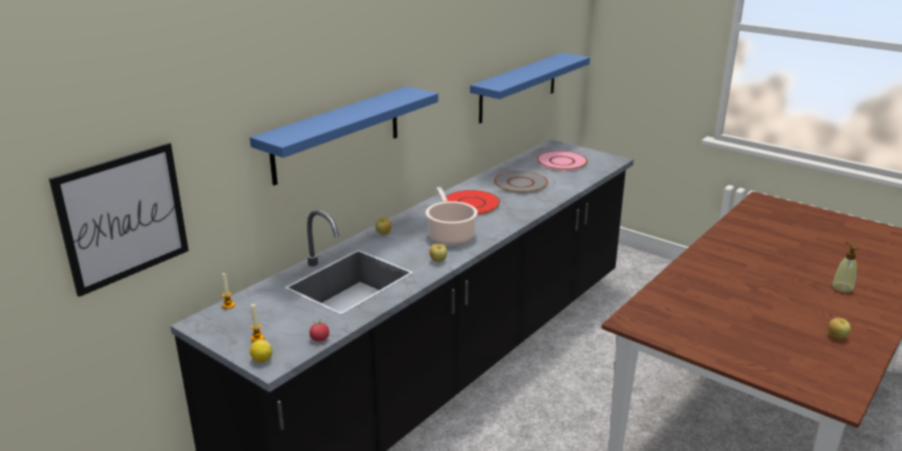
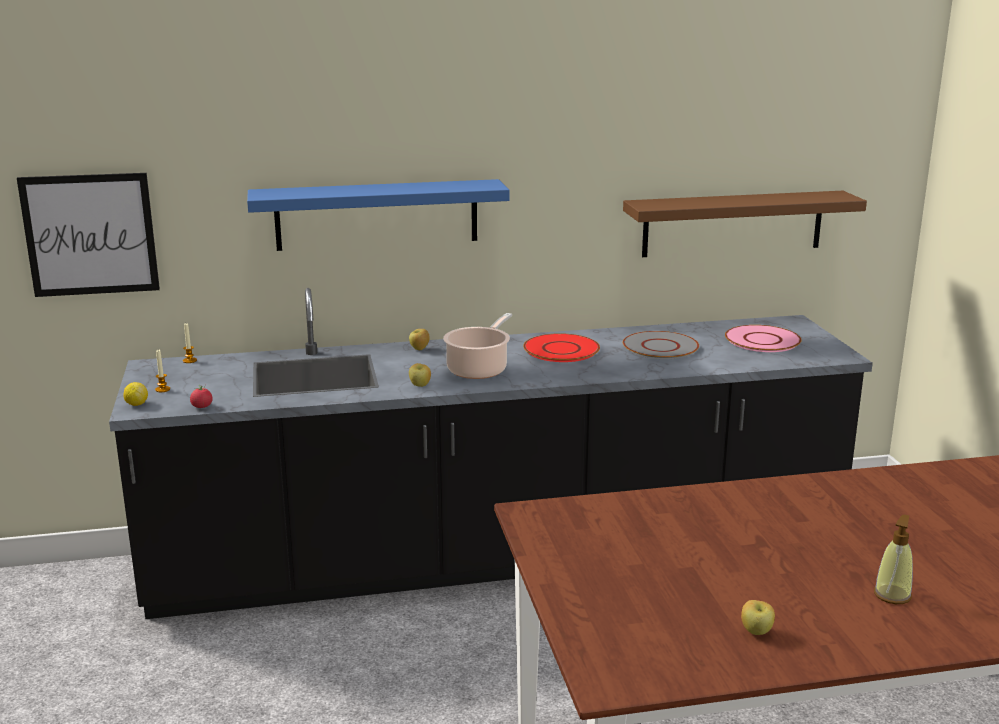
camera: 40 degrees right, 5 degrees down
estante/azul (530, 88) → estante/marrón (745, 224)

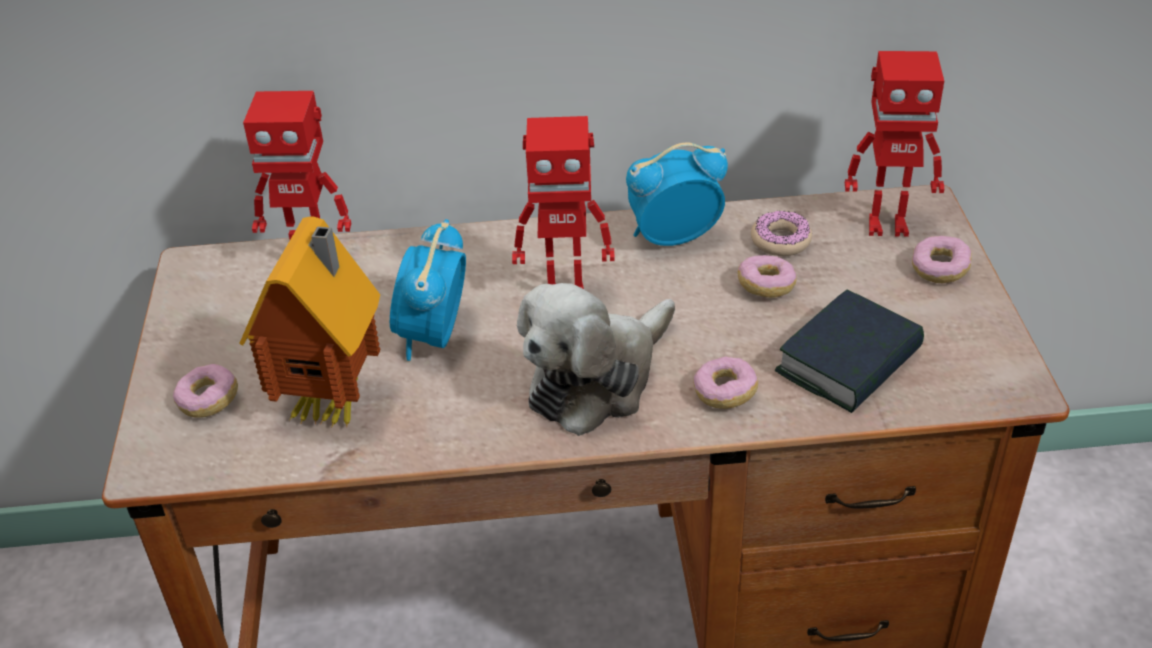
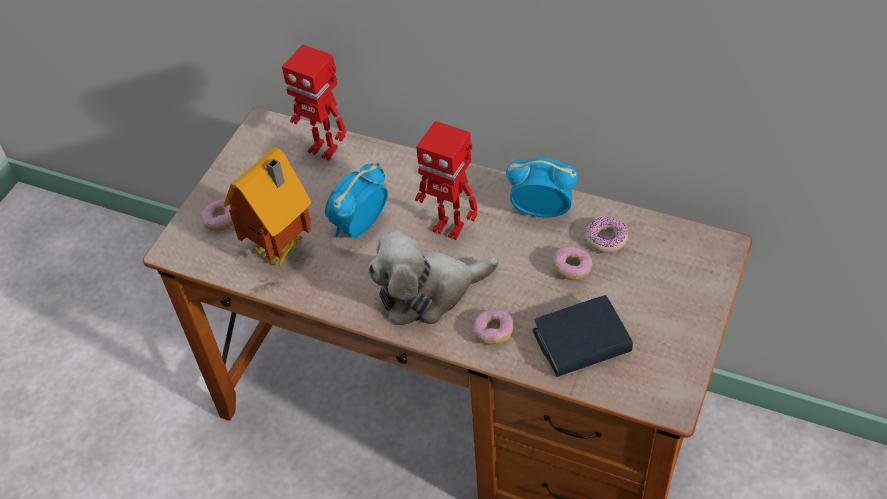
camera: 30 degrees right, 10 degrees up
robot de juguete (894, 144) → -
rosquilla (942, 259) → -

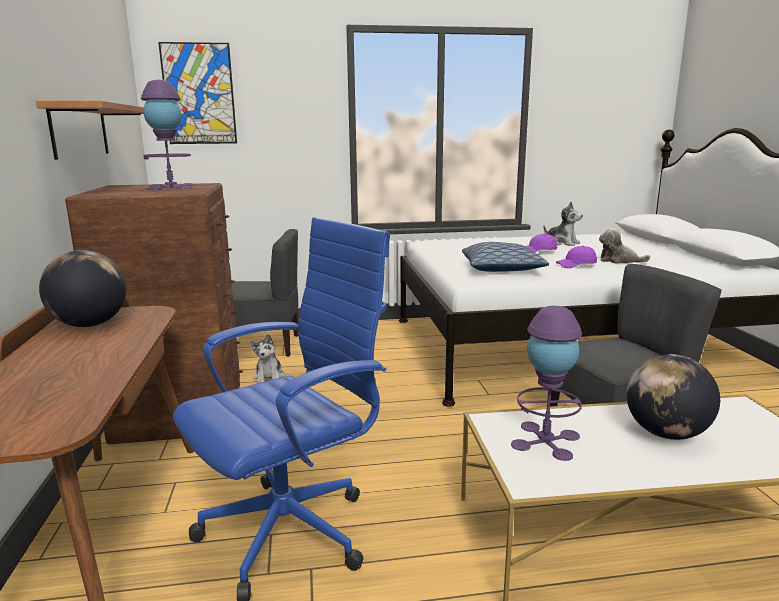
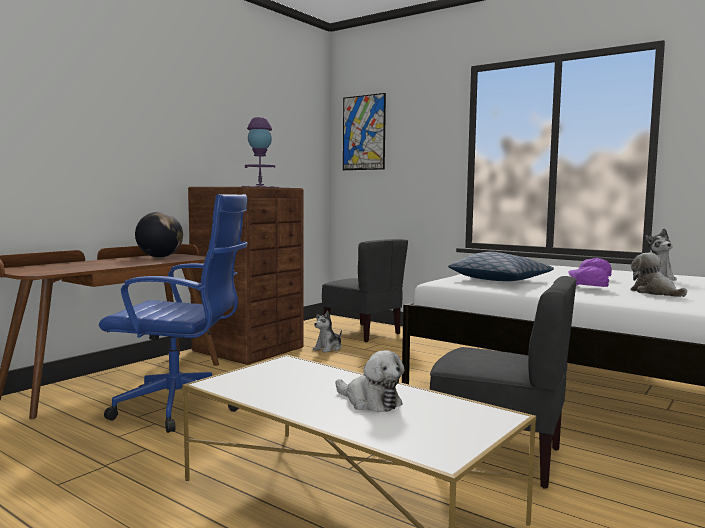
camera: 45 degrees right, 10 degrees down
globo terráqueo (673, 397) → peluche (370, 381)
estante (90, 130) → -
lámpara de mesa/morado (546, 383) → -

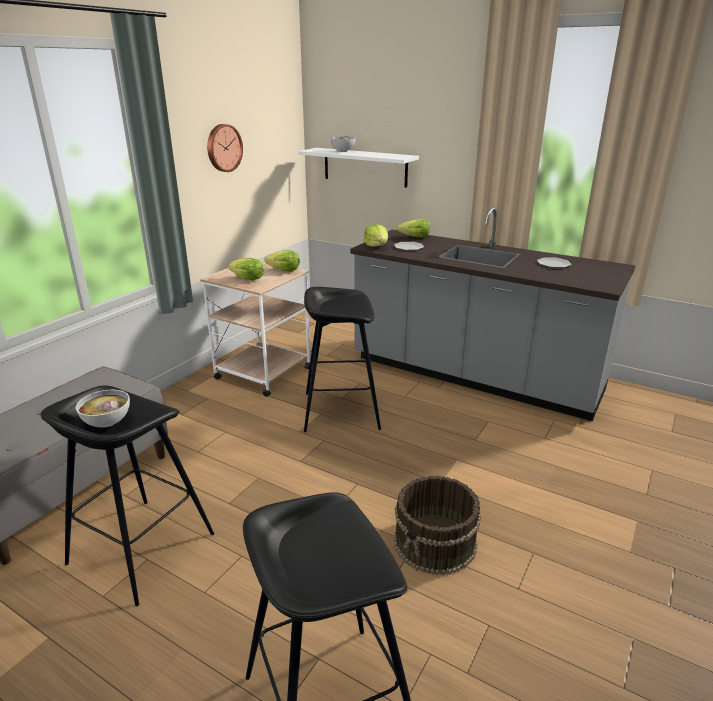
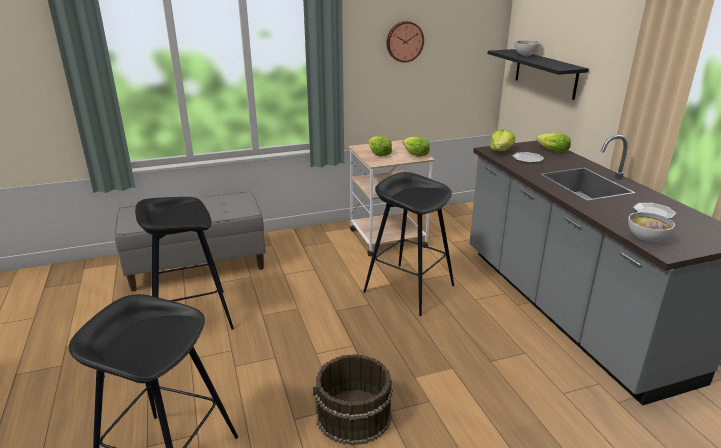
camera: 40 degrees right, 0 degrees up
estante/blanco (358, 168) → estante/negro (538, 74)
cuenco (103, 408) → cuenco (651, 227), moved

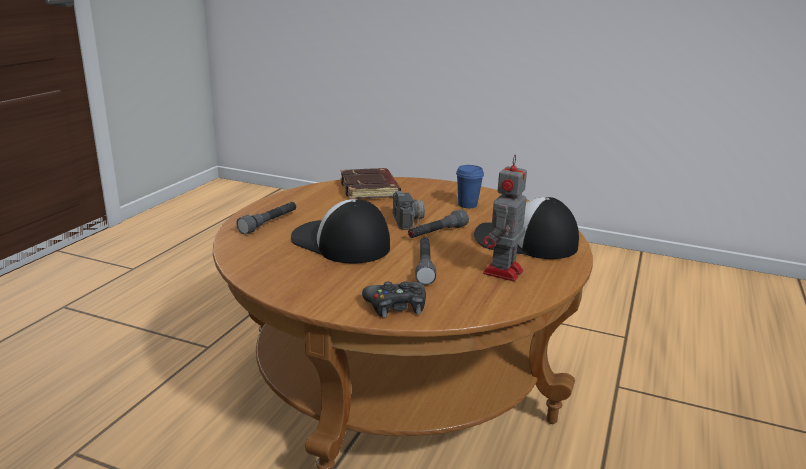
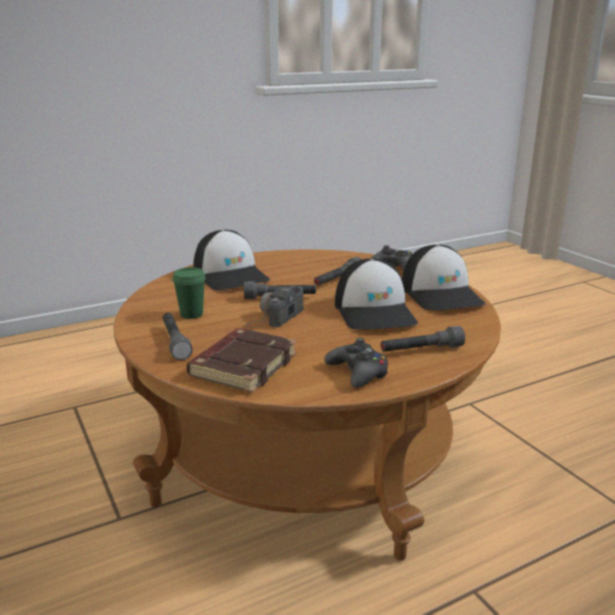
camera: 140 degrees left, 0 degrees up
- → linterna/gris (178, 336)
taza/azul (470, 186) → taza/verde (189, 293)
- → mando de consola/negro (356, 363)
- → gorra (444, 277)
robot de juguete (505, 218) → -

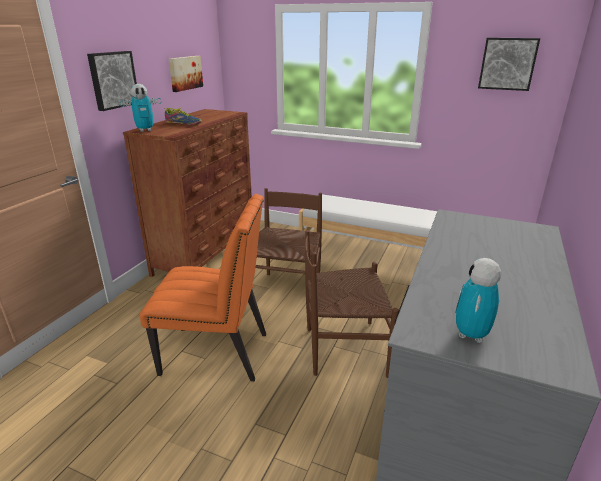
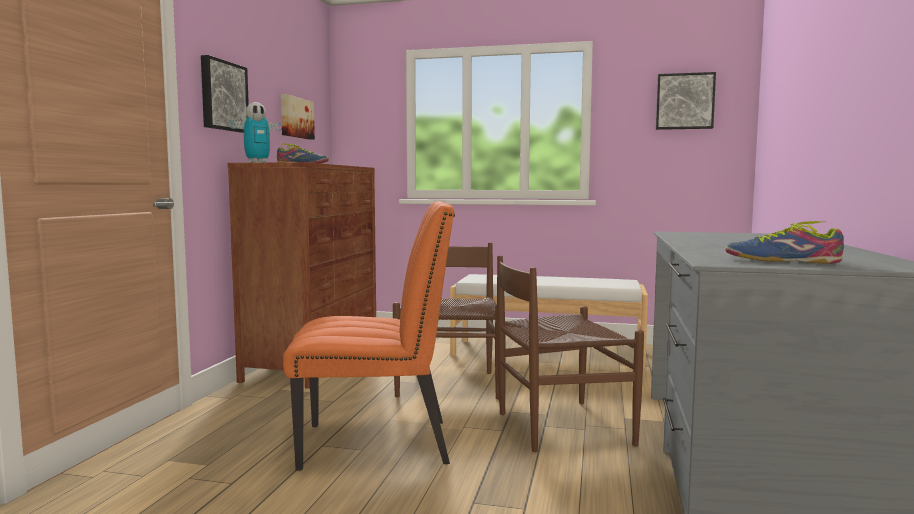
camera: 10 degrees left, 20 degrees down
robot de juguete (478, 300) → zapato (784, 242)

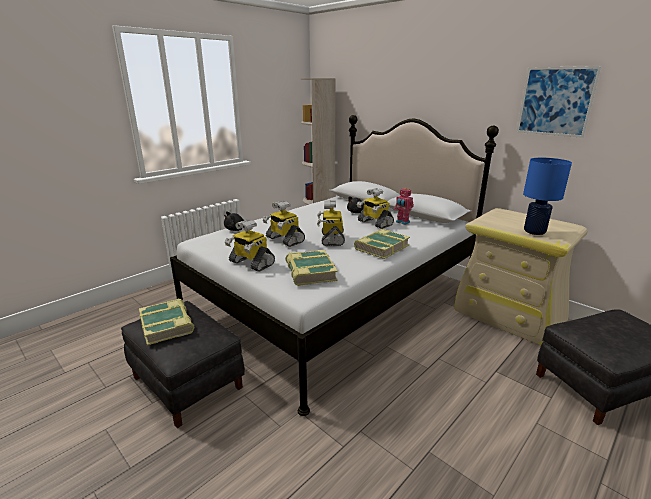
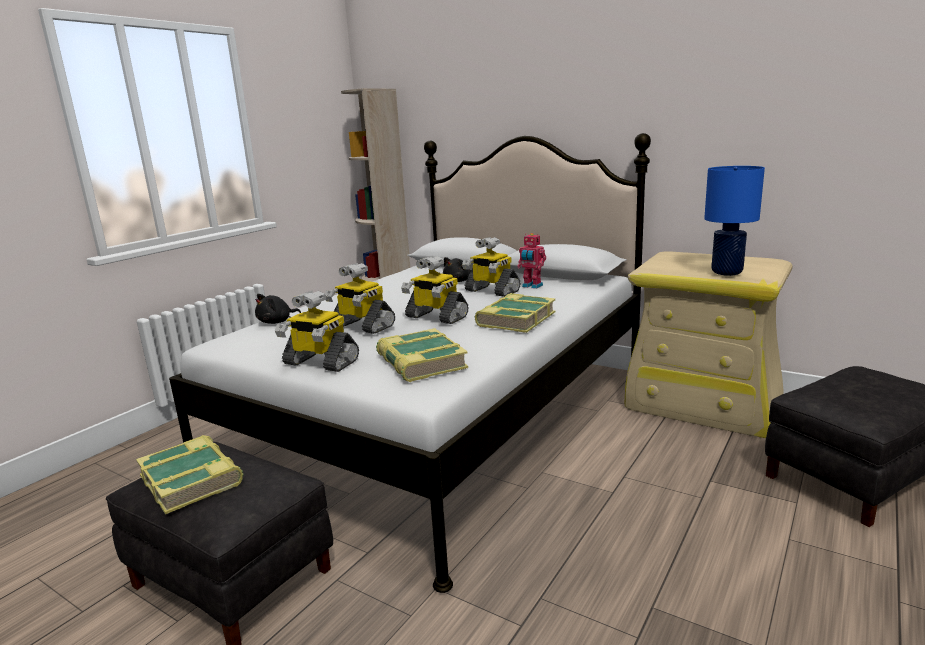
camera: 10 degrees left, 5 degrees down
robot de juguete (331, 223) → robot de juguete (435, 290), 45 degrees counterclockwise
cuadro (559, 102) → -

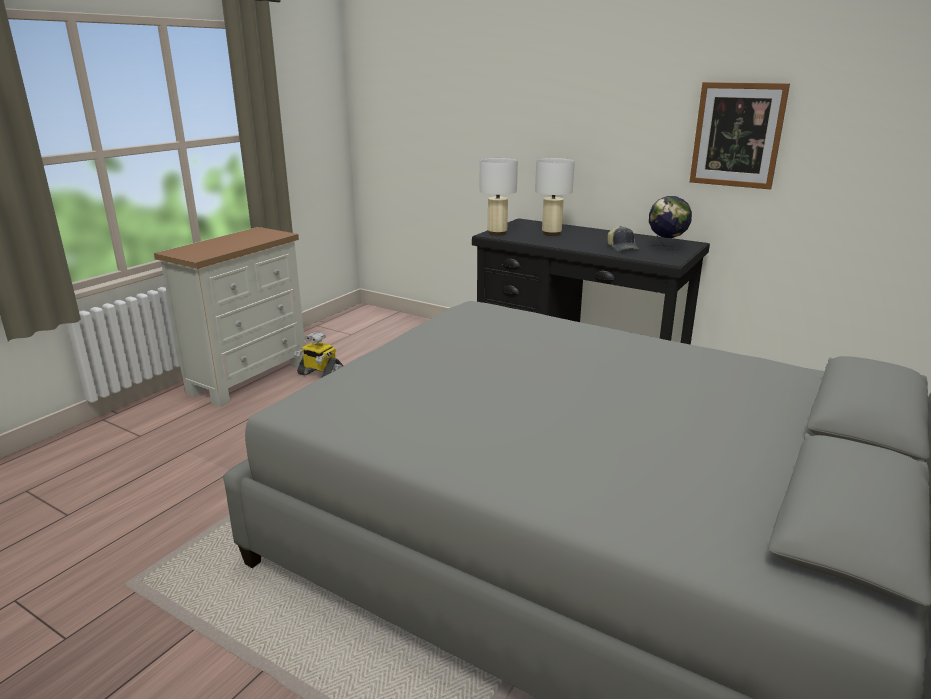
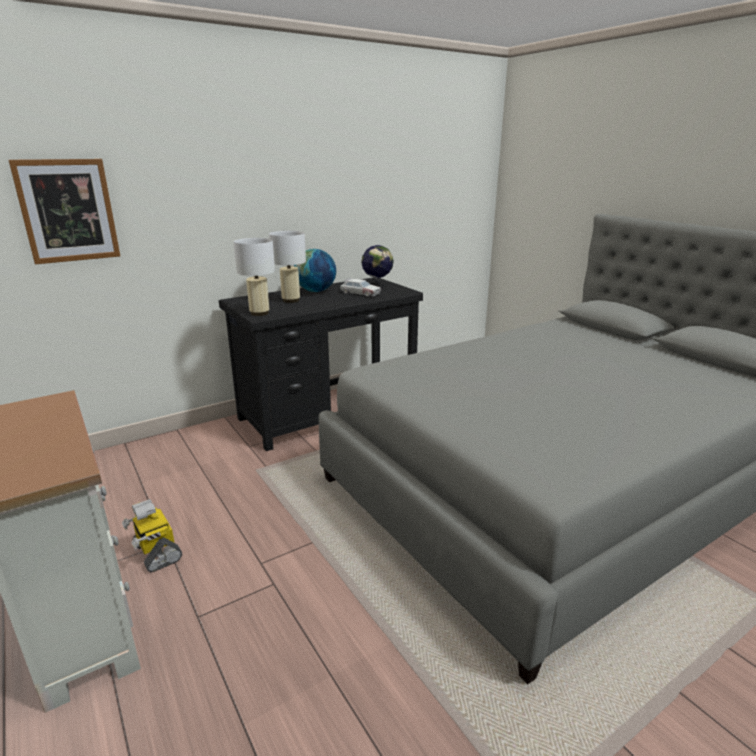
camera: 65 degrees left, 0 degrees up
cuadro (740, 135) → cuadro (64, 211), moved
robot de juguete (318, 354) → robot de juguete (152, 536), 90 degrees clockwise
- → globo terráqueo (315, 270)
gorra (623, 238) → coche de juguete (360, 287)

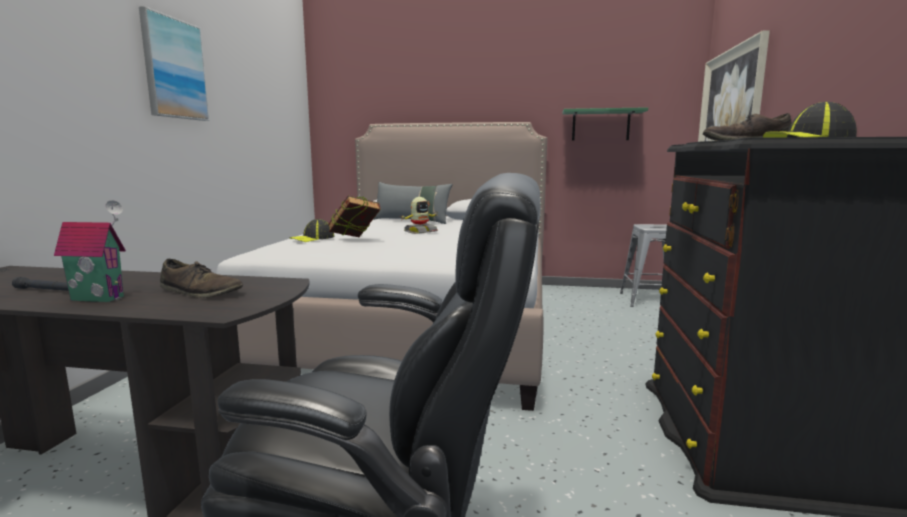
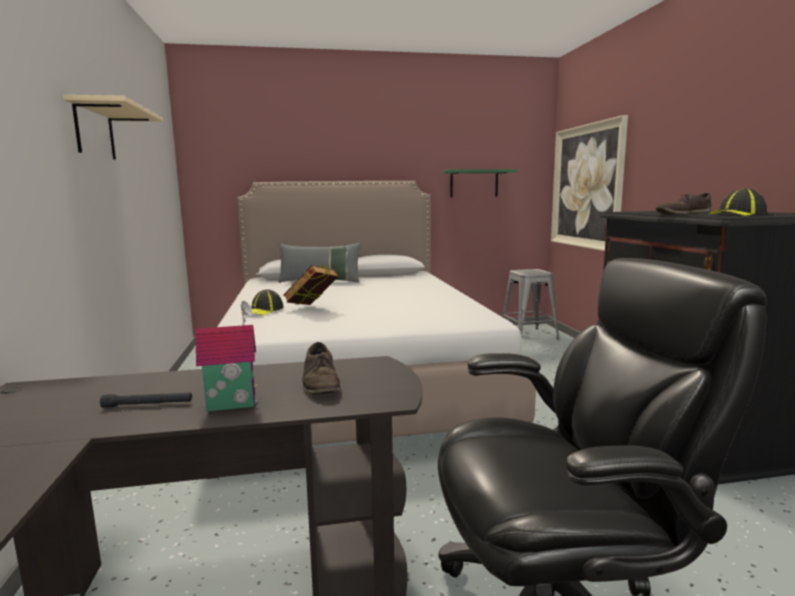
camera: 20 degrees left, 0 degrees up
cuadro (174, 63) → estante/beis (113, 127)
zapato/marrón (201, 278) → zapato/marrón (321, 368), 75 degrees clockwise
robot de juguete (420, 215) → -

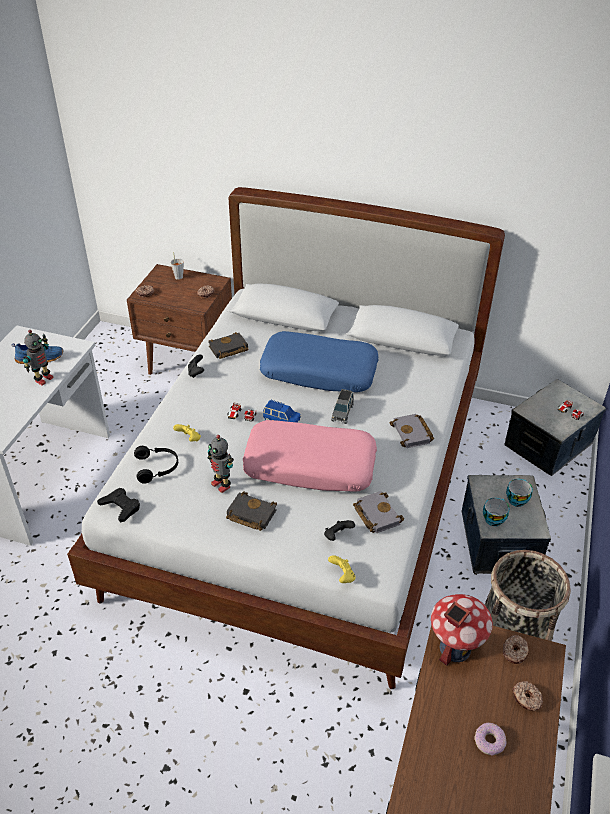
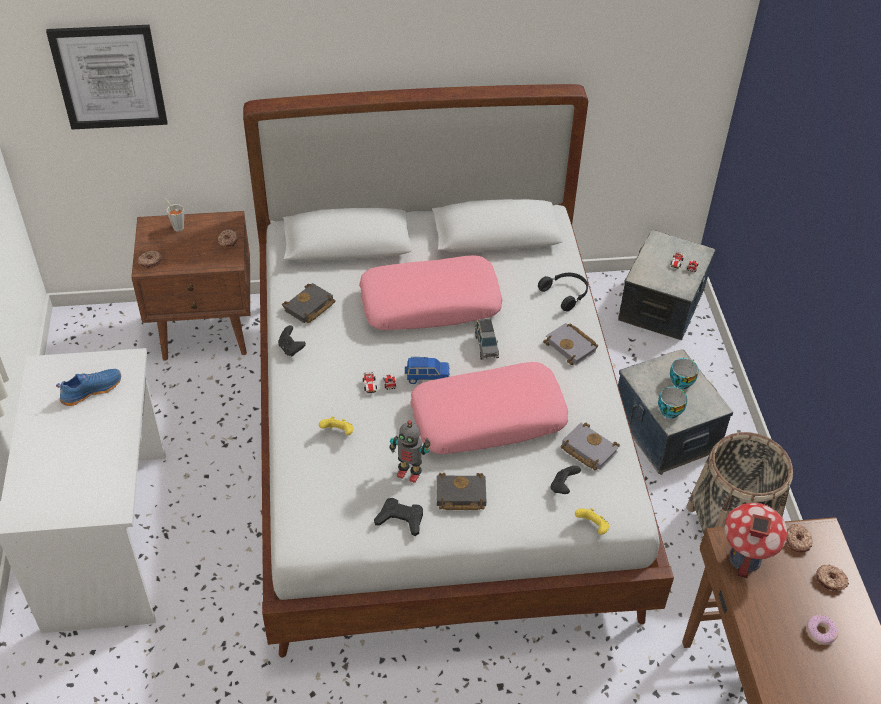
camera: 25 degrees left, 5 degrees up
- → cuadro (106, 77)
cojín/azul (319, 361) → cojín/rosa (430, 292)
mando de consola/negro (118, 505) → mando de consola/negro (398, 517), moved
auriculares/negro (156, 465) → auriculares/negro (563, 292), moved
robot de juguete (38, 357) → -

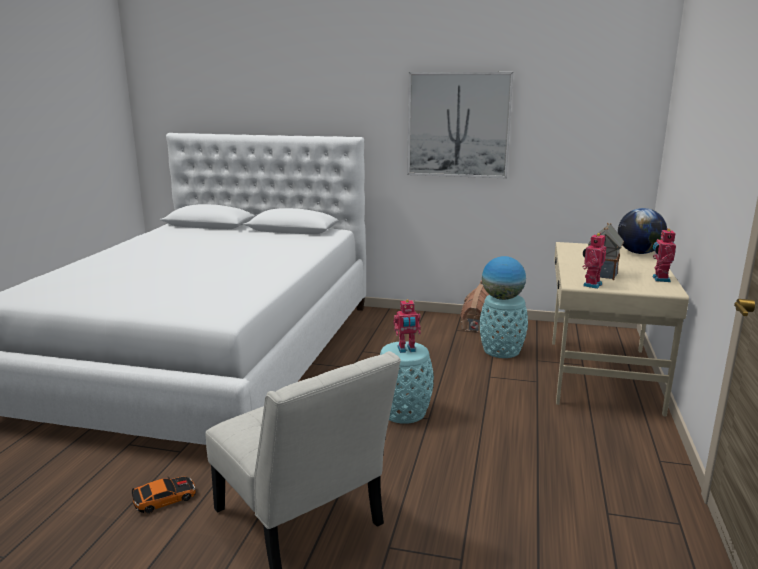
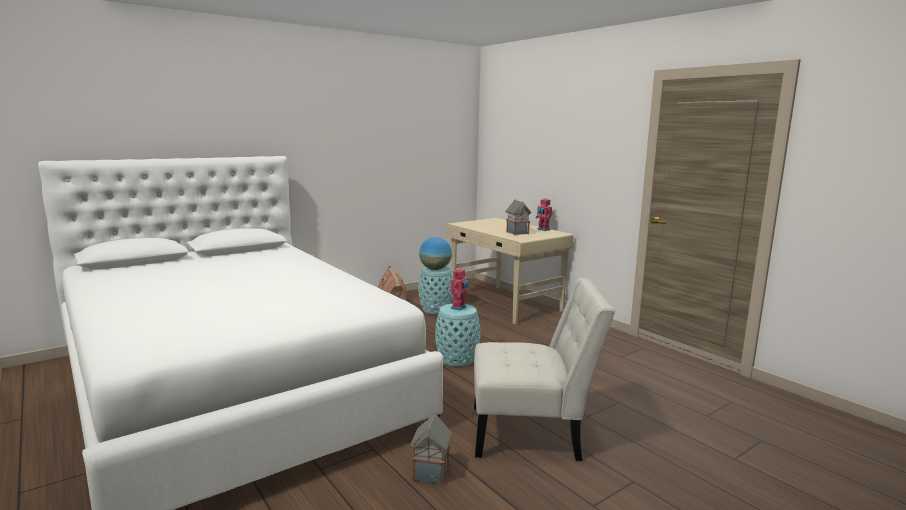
camera: 50 degrees left, 5 degrees down
coche de juguete (164, 495) → casita (431, 449)
cuadro (460, 125) → -
robot de juguete (594, 261) → -
globo terráqueo (642, 231) → -

